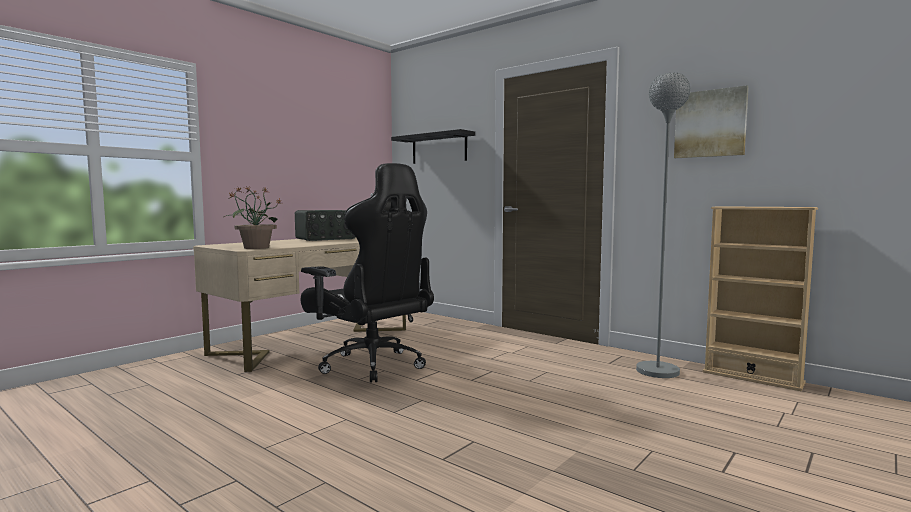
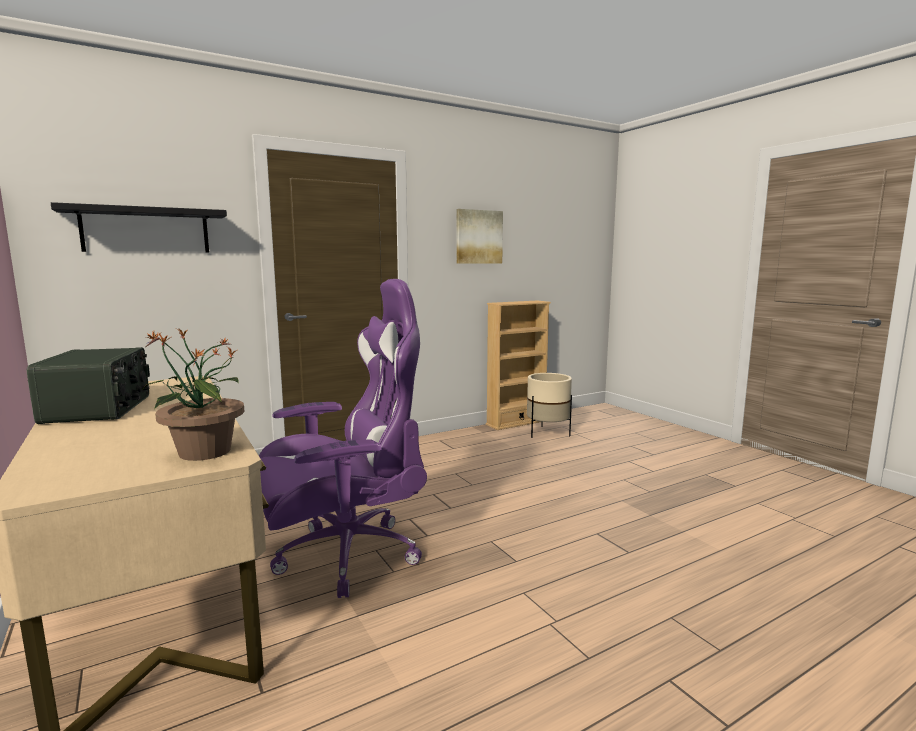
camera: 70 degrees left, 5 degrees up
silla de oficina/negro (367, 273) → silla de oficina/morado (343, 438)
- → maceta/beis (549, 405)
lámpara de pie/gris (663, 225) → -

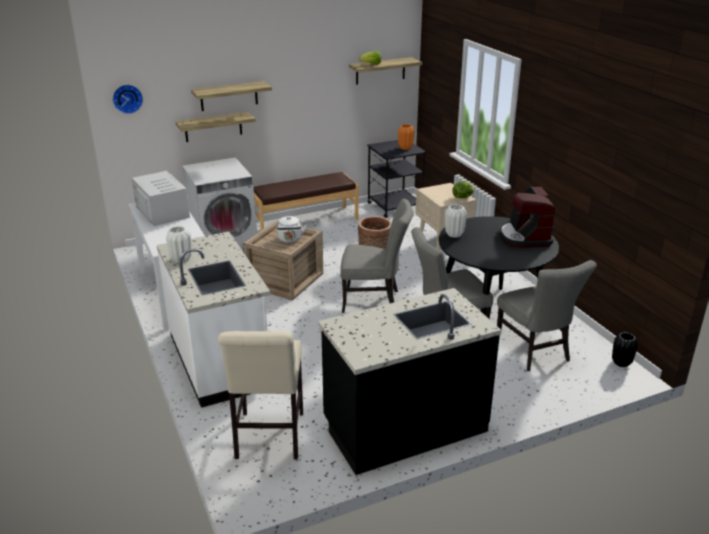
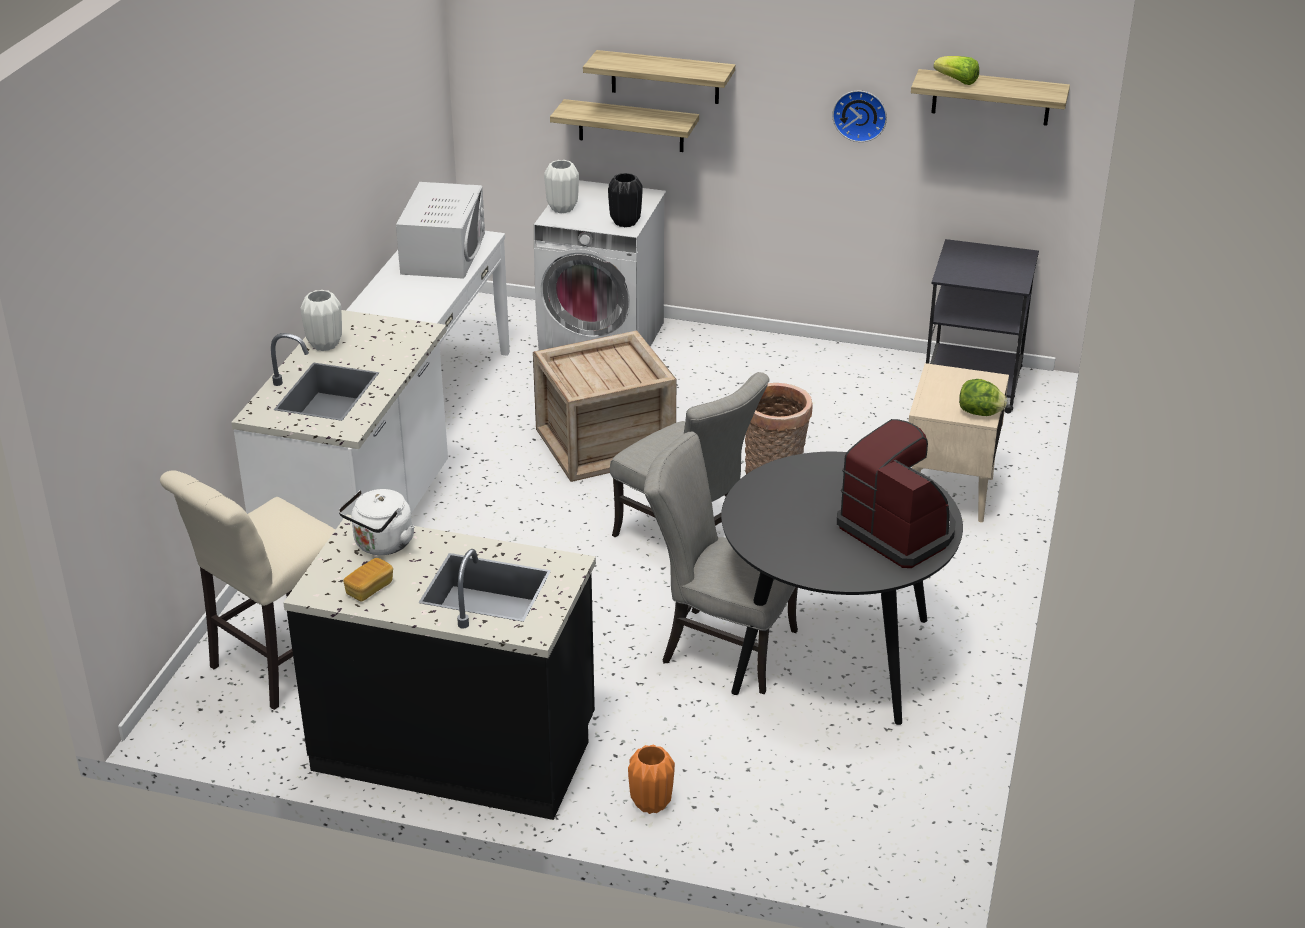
camera: 40 degrees right, 5 degrees up
hervidor/blanco (292, 229) → hervidor/blanco (377, 522), moved
- → pan (368, 580)
florero/blanco (456, 221) → florero/blanco (561, 186), moved
florero/negro (625, 349) → florero/negro (625, 200), moved
florero/naranja (406, 137) → florero/naranja (651, 779), moved
reloj de pared (128, 99) → reloj de pared (859, 116), moved
cafetera (527, 217) → cafetera (896, 493), 105 degrees clockwise
banco/marrón (306, 201) → -
silla/gris (547, 315) → -

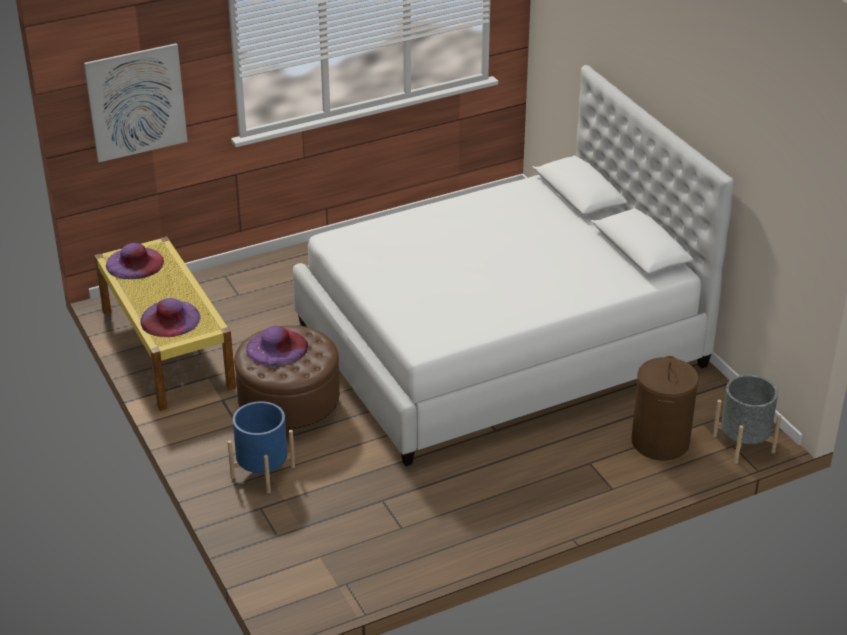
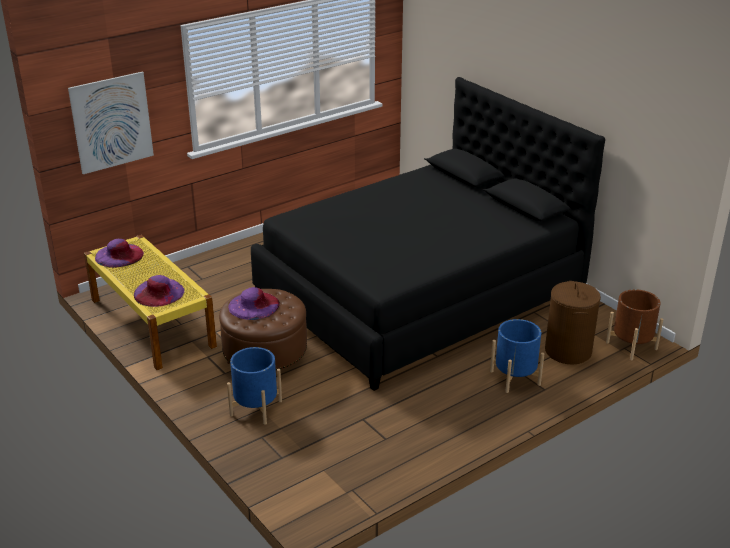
camera: 10 degrees left, 5 degrees down
cama/blanco (513, 265) → cama/negro (428, 234)
- → maceta/azul (517, 356)
maceta/gris (747, 419) → maceta/marrón (634, 324)

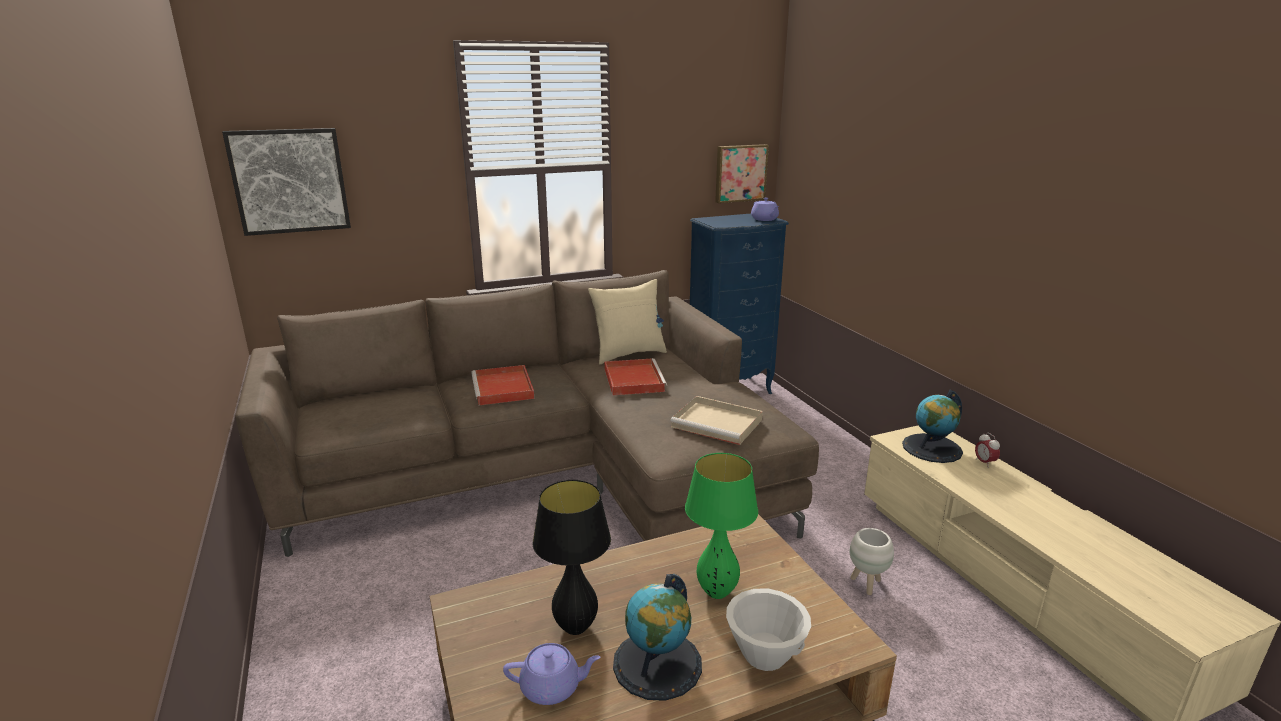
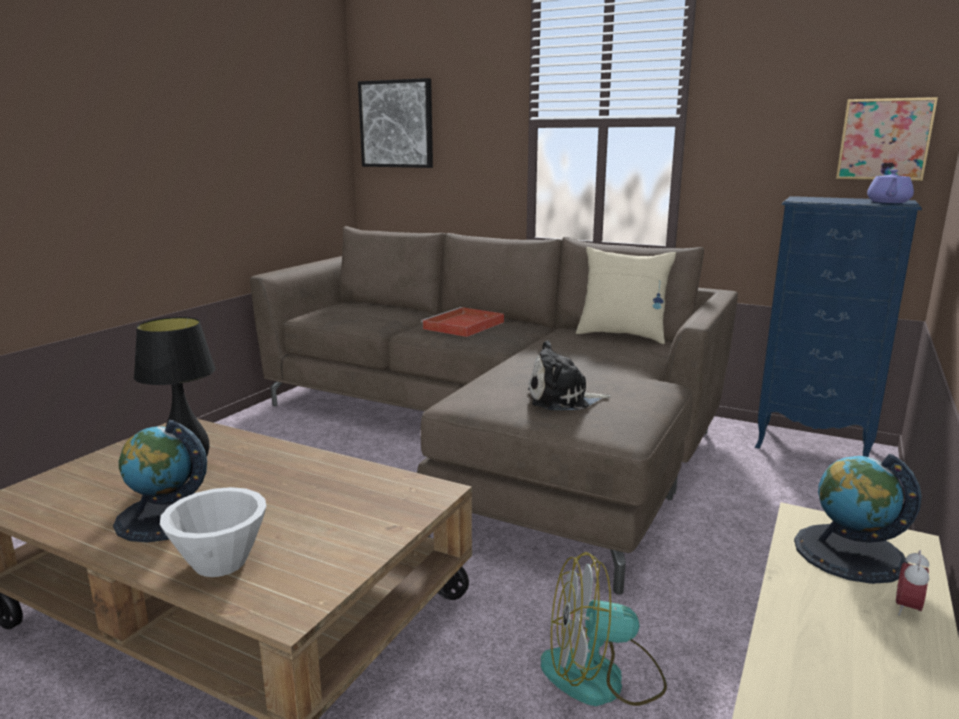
camera: 50 degrees right, 5 degrees down
bandeja/beis (716, 420) → peluche (569, 375)
maceta/blanco (872, 561) → ventilador (604, 629)
tetera/morado (552, 674) → -
bandeja/rojo (635, 377) → -
lámpara de mesa/verde (721, 526) → -

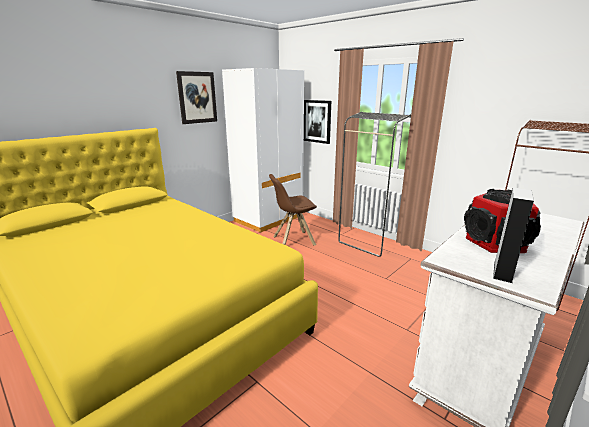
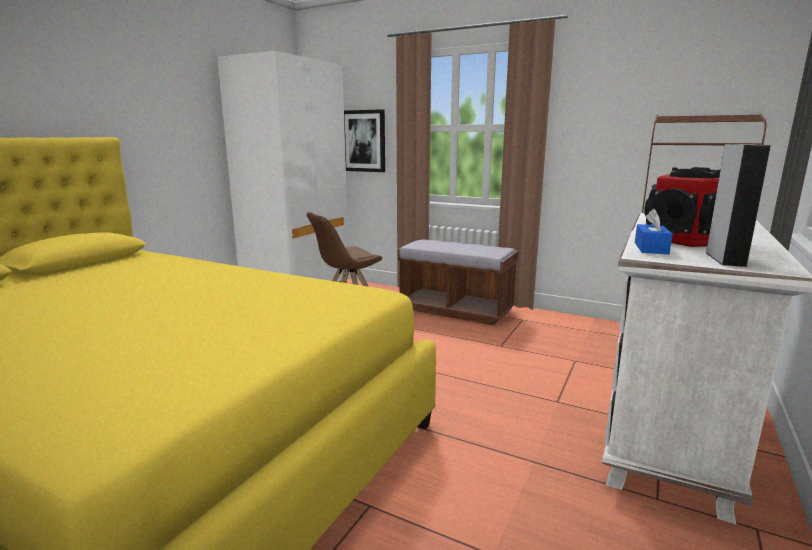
camera: 15 degrees left, 5 degrees down
perchero/gris (374, 184) → banco/marrón (458, 282)
- → caja de pañuelos/azul (654, 231)
cuadro (196, 97) → -

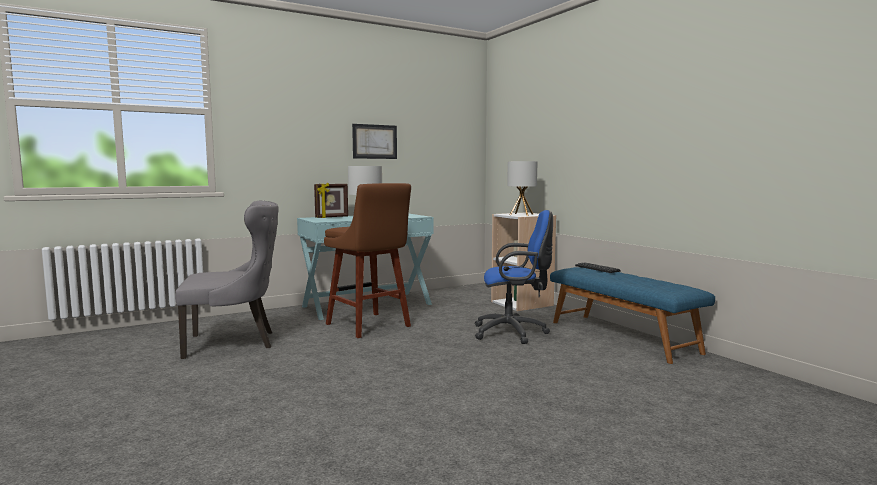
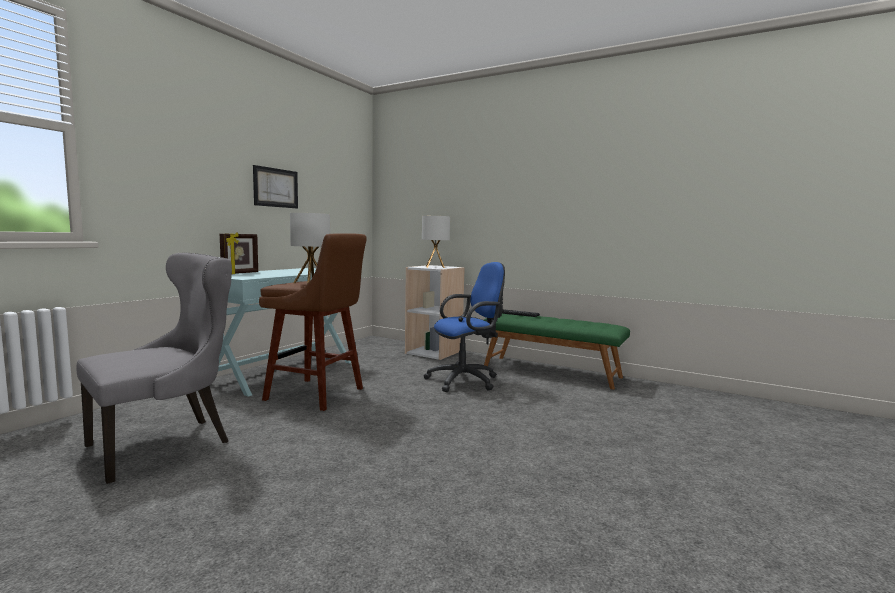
camera: 30 degrees left, 0 degrees up
banco/azul (632, 315) → banco/verde (557, 351)

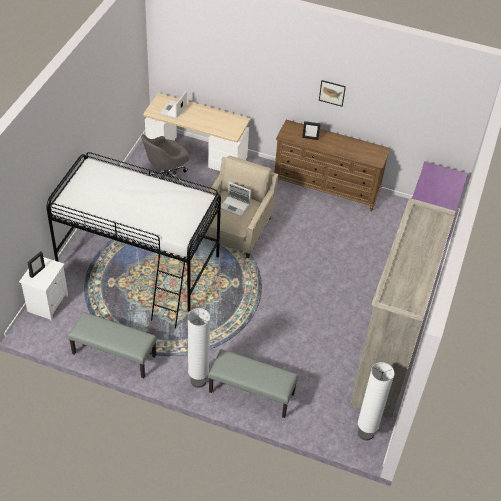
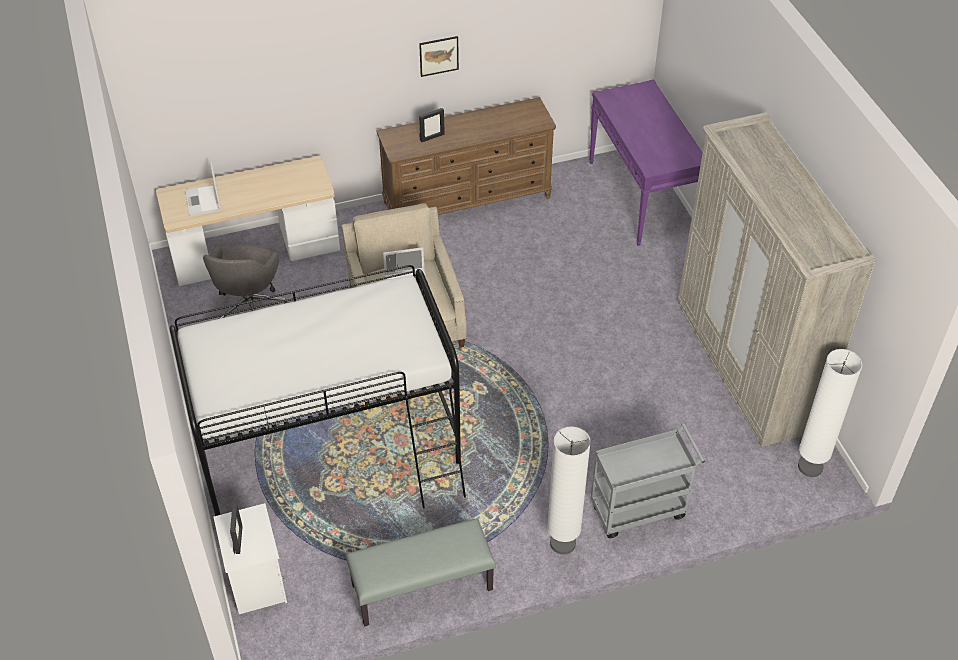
camera: 35 degrees left, 0 degrees up
banco/gris (253, 383) → carrito/gris (648, 480)

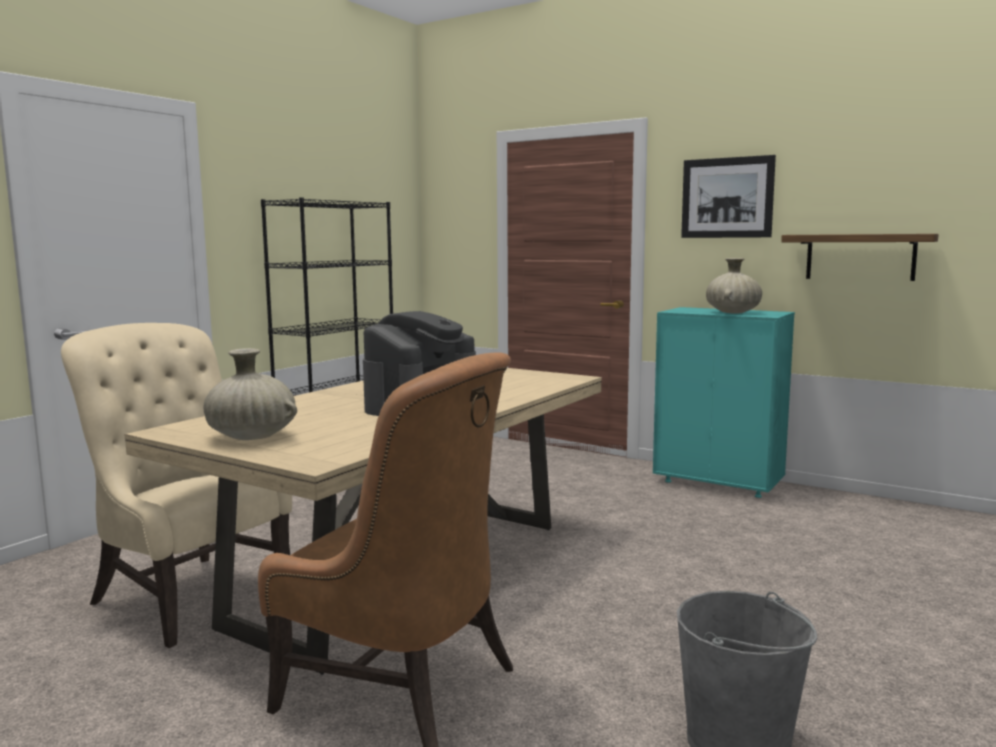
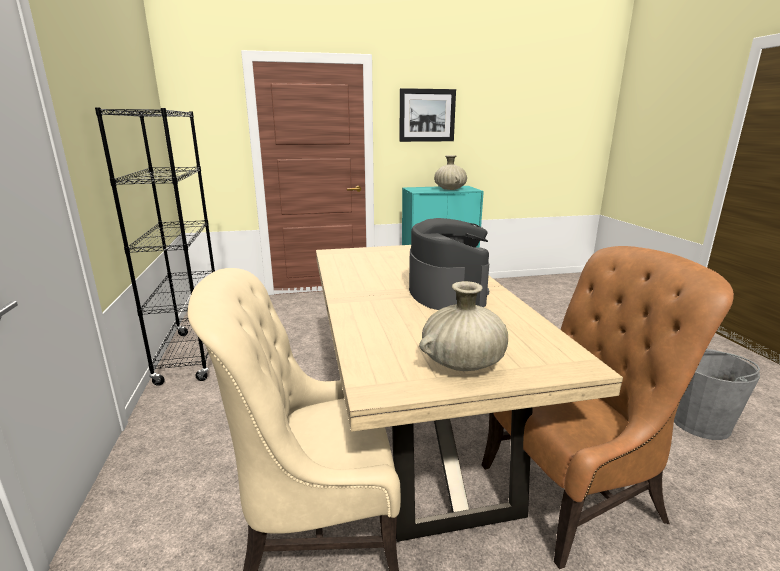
camera: 45 degrees left, 10 degrees up
estante (860, 257) → -

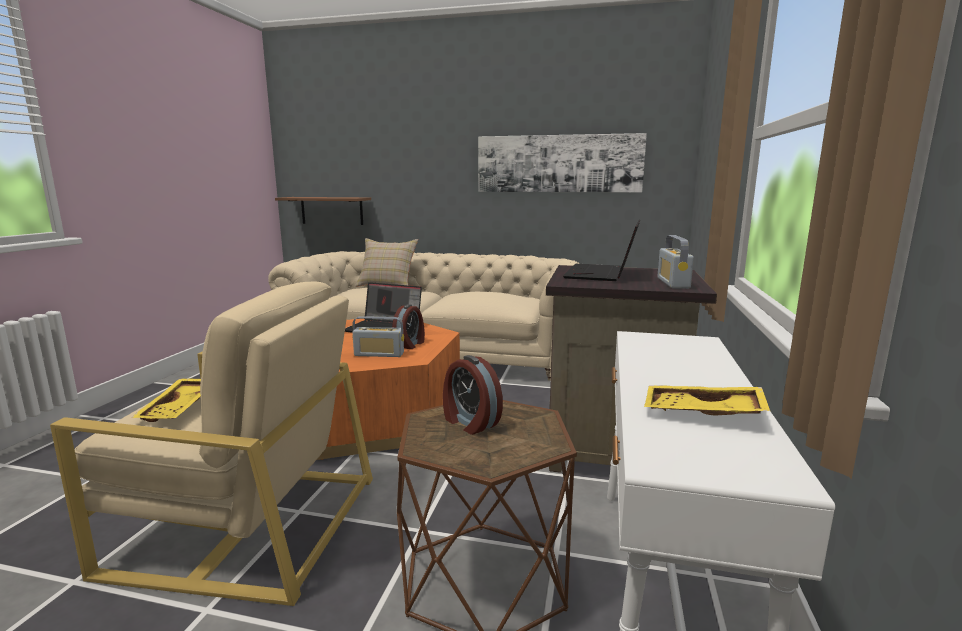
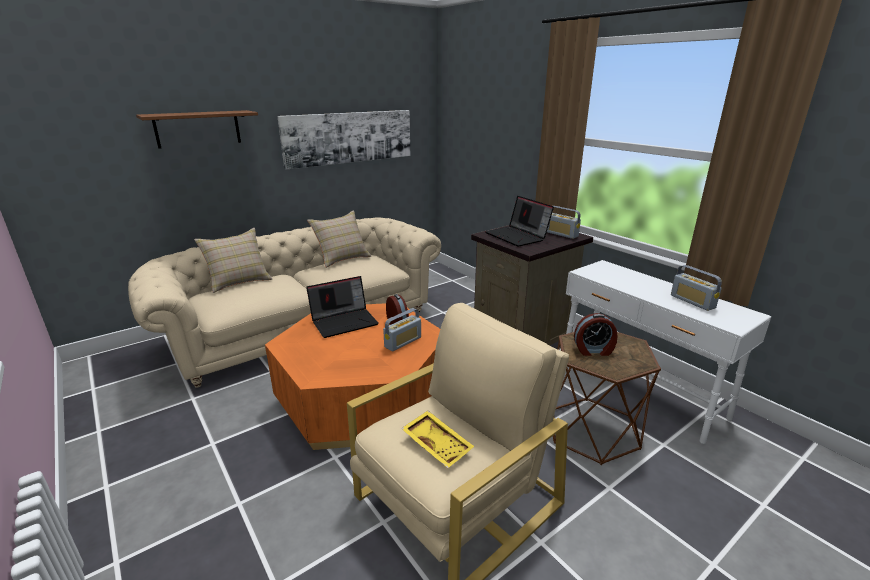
camera: 50 degrees left, 10 degrees up
estante/marrón (323, 211) → estante/marrón (197, 129), moved
- → cojín/beis (339, 239)
bandeja/amarillo (707, 400) → radio (696, 288)

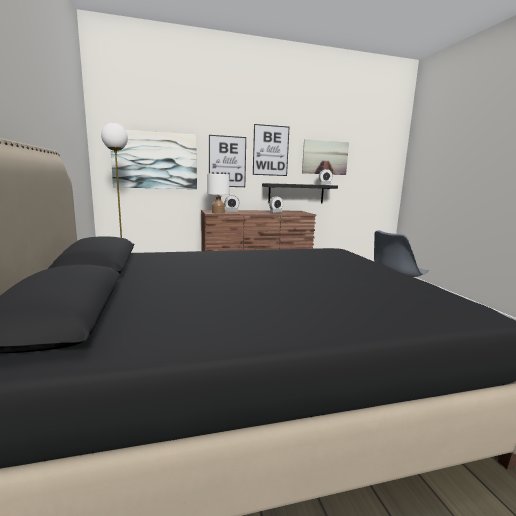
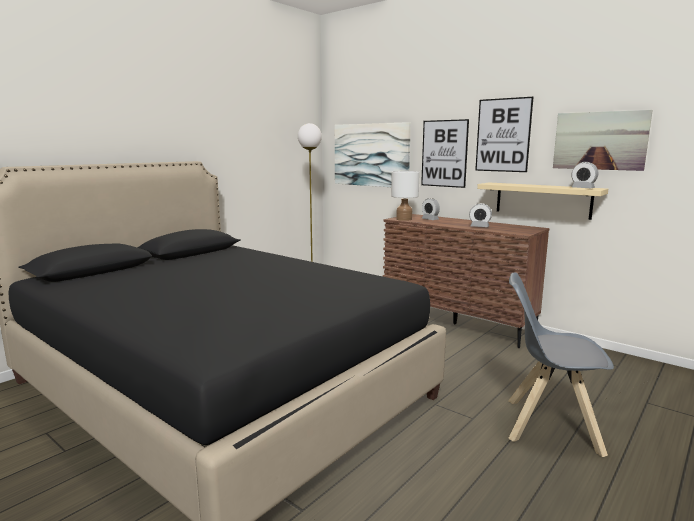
camera: 55 degrees right, 0 degrees up
estante/negro (300, 193) → estante/beis (542, 201)

